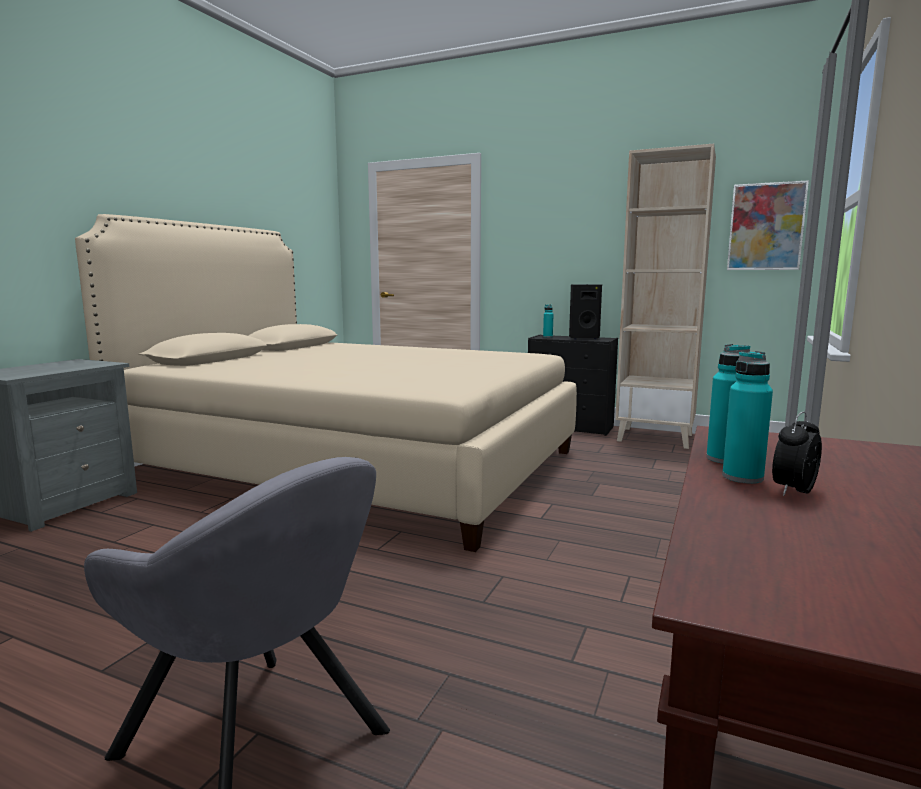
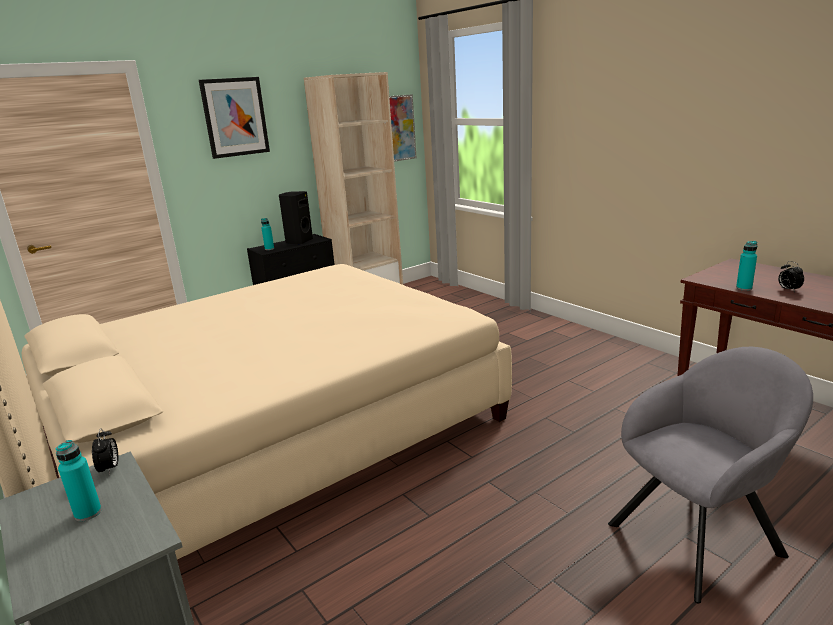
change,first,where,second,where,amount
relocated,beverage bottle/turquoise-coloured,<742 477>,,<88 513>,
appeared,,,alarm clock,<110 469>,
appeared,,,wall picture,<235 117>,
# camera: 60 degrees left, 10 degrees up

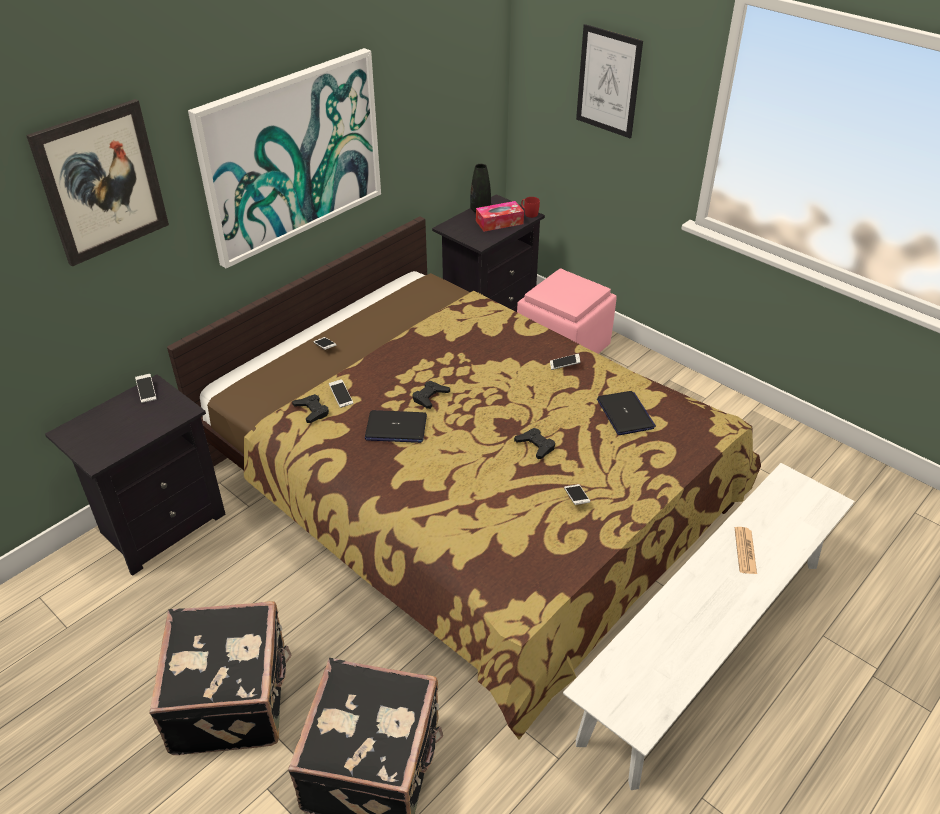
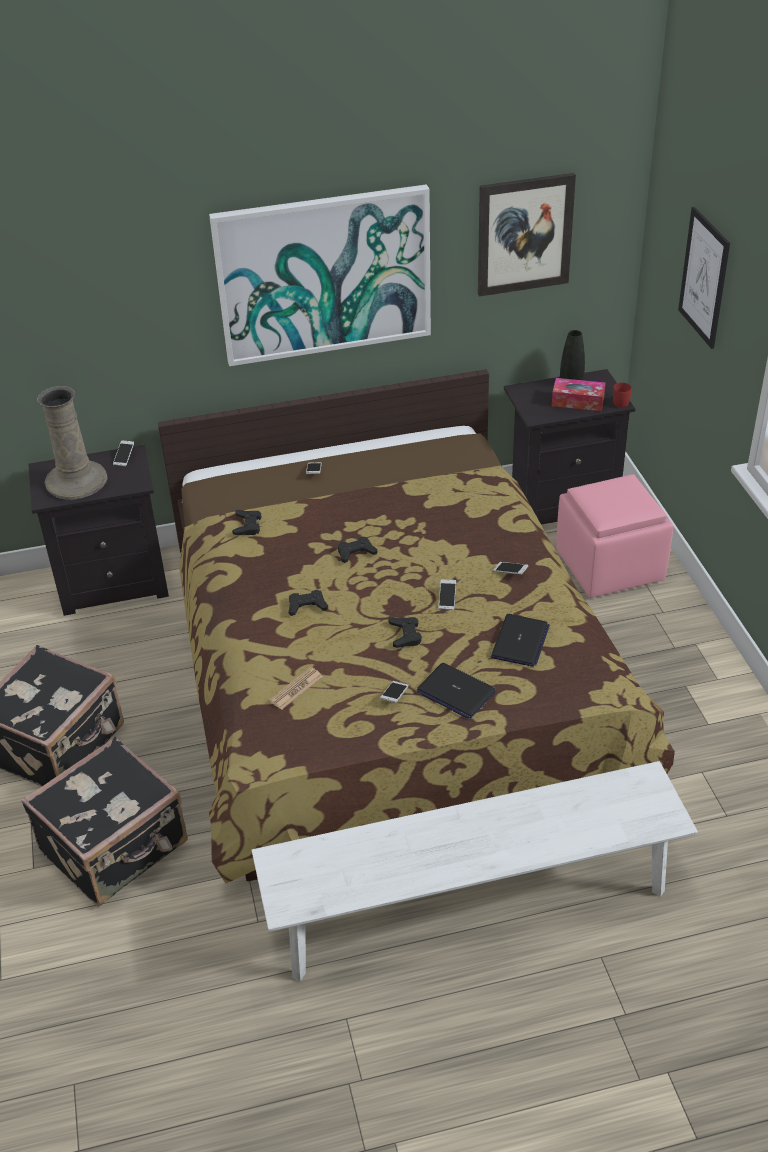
change,first,where,second,where,amount
appeared,,,decorative vase/sand-coloured,<77 481>,
relocated,printed paper,<745 551>,,<296 689>,
appeared,,,joypad/blackish,<307 606>,
relocated,portable computer,<396 428>,,<455 692>,
relocated,telephone,<341 397>,,<447 598>,
relocated,wall picture,<101 182>,,<524 234>,
# camera: 35 degrees right, 0 degrees up

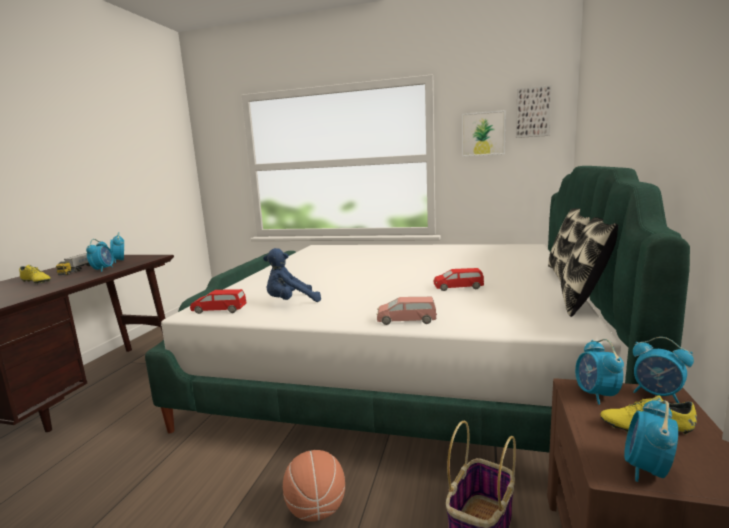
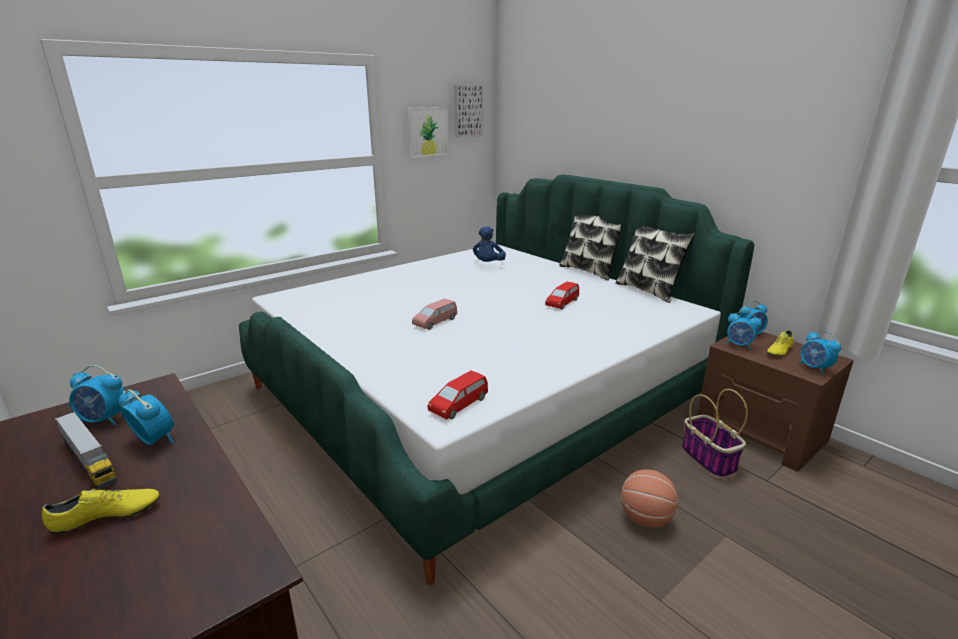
change,first,where,second,where,amount
relocated,toy car/pink-coloured,<406 320>,,<435 322>,
relocated,cuddly toy/blue-coloured,<290 302>,,<488 265>,
# camera: 55 degrees left, 10 degrees up

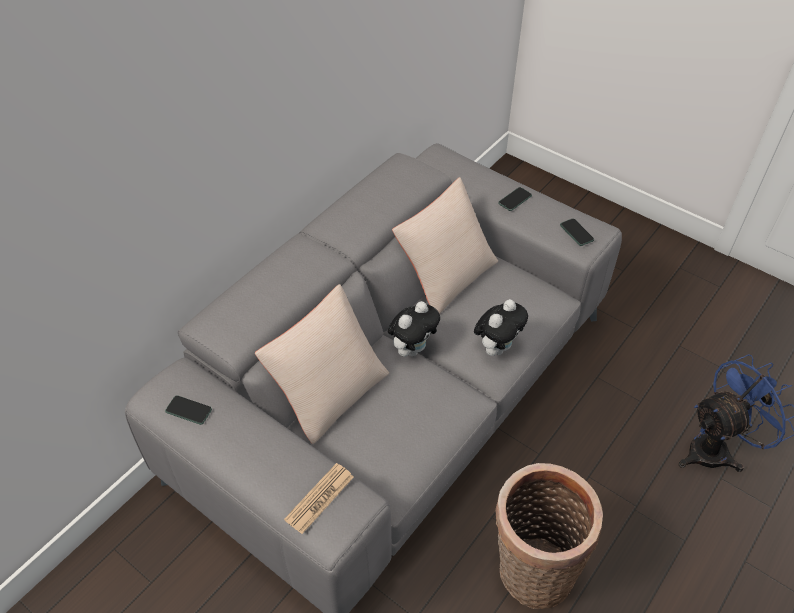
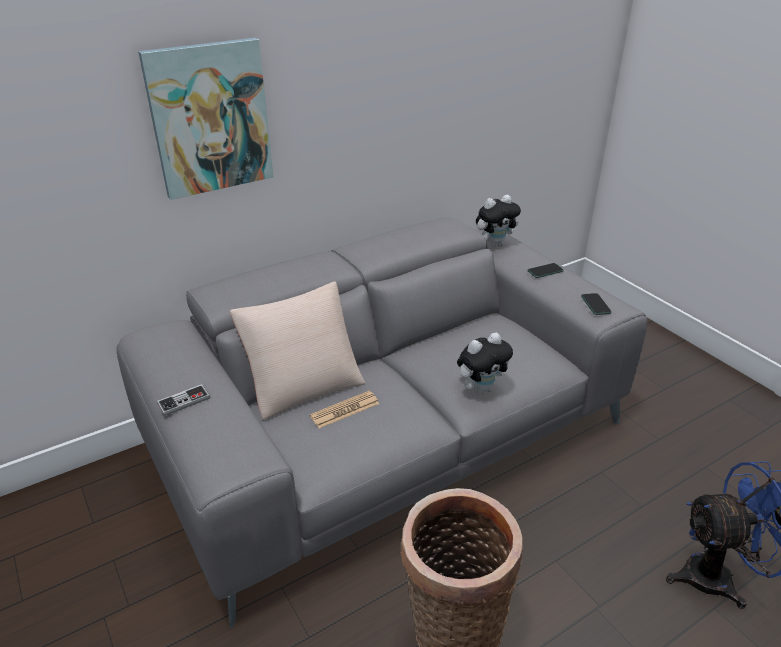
change,first,where,second,where,amount
appeared,,,wall picture,<210 118>,
appeared,,,joypad,<184 401>,
relocated,printed paper,<319 498>,,<345 410>,
relocated,cuddly toy,<413 348>,,<494 245>,
missing,telephone,<189 410>,,,
missing,cushion/sand-coloured,<446 274>,,,
# camera: 20 degrees right, 15 degrees down

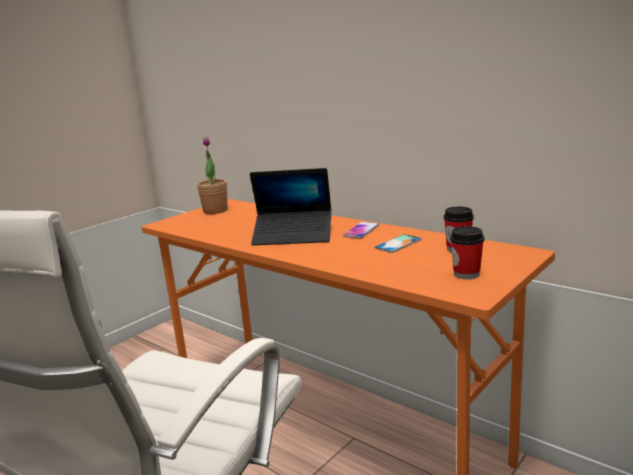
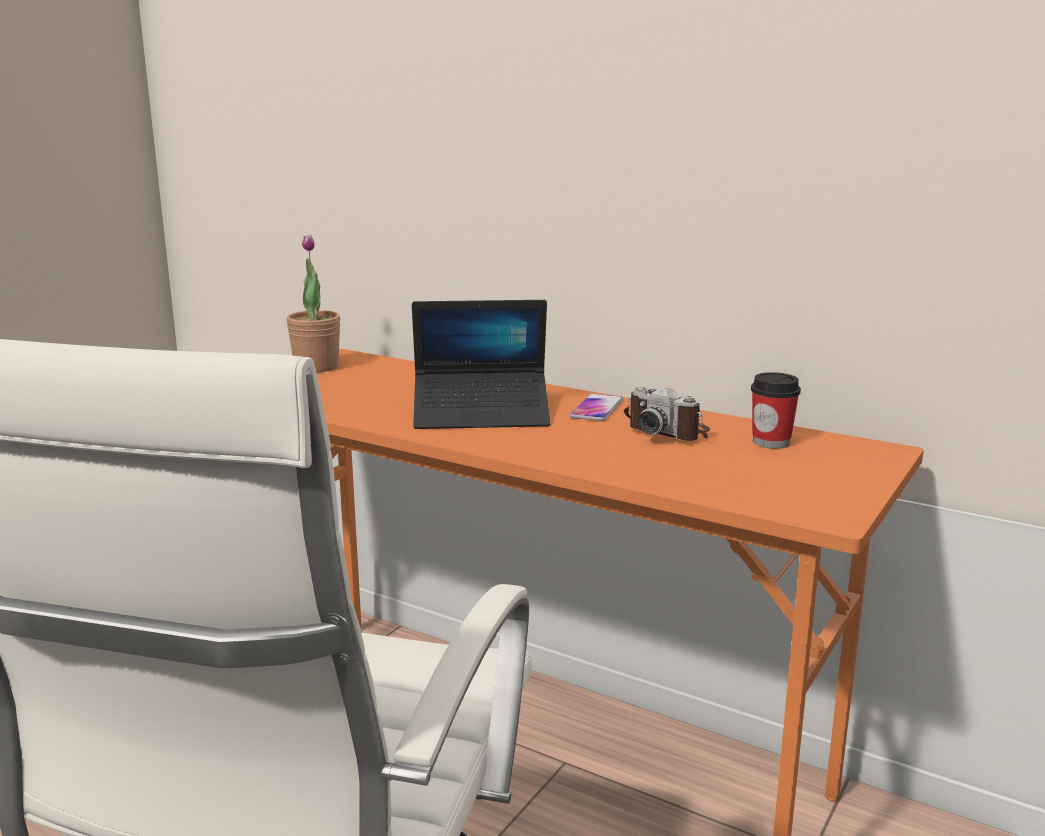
change,first,where,second,where,amount
exchanged,telephone,<398 243>,photo camera,<669 431>,
missing,cup,<466 274>,,,
# camera: 10 degrees left, 0 degrees up

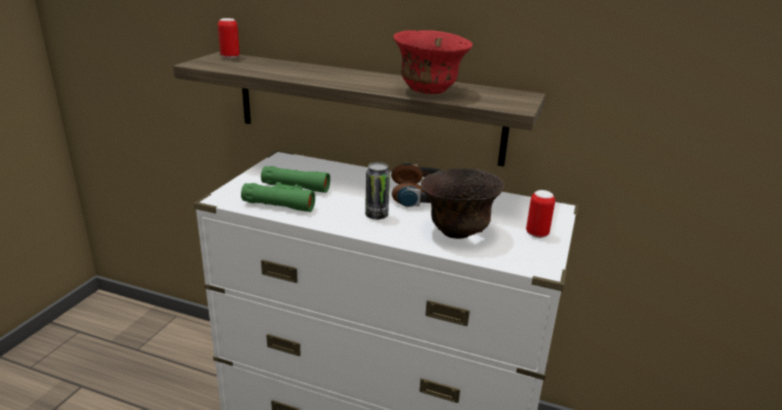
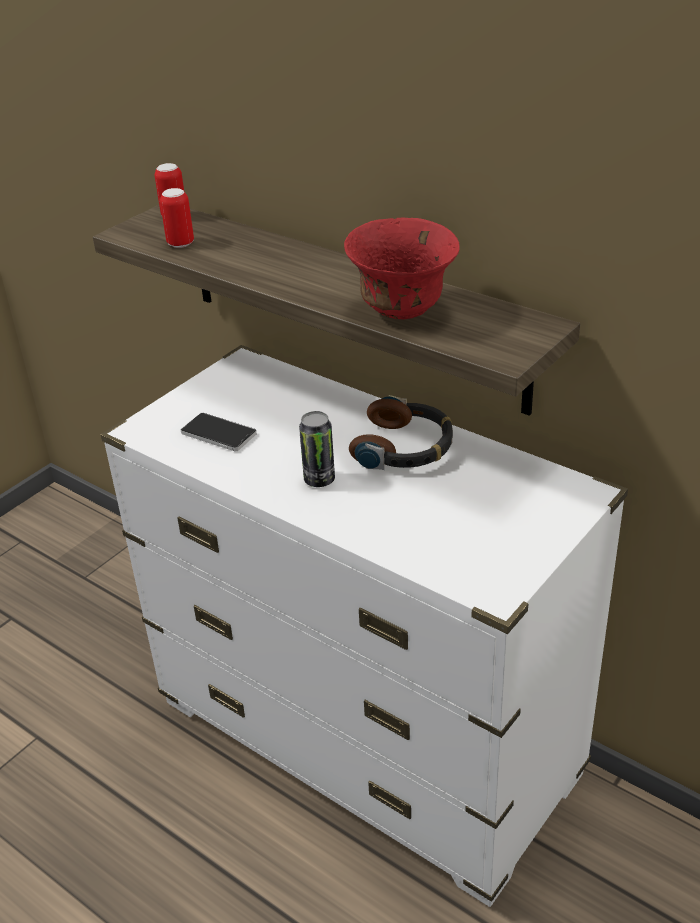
change,first,where,second,where,amount
relocated,sealed can,<537 234>,,<180 243>,
exchanged,field glasses/green,<287 196>,telephone,<219 434>,
missing,deep dish/brown-coloured,<457 232>,,,
# camera: 20 degrees right, 10 degrees up

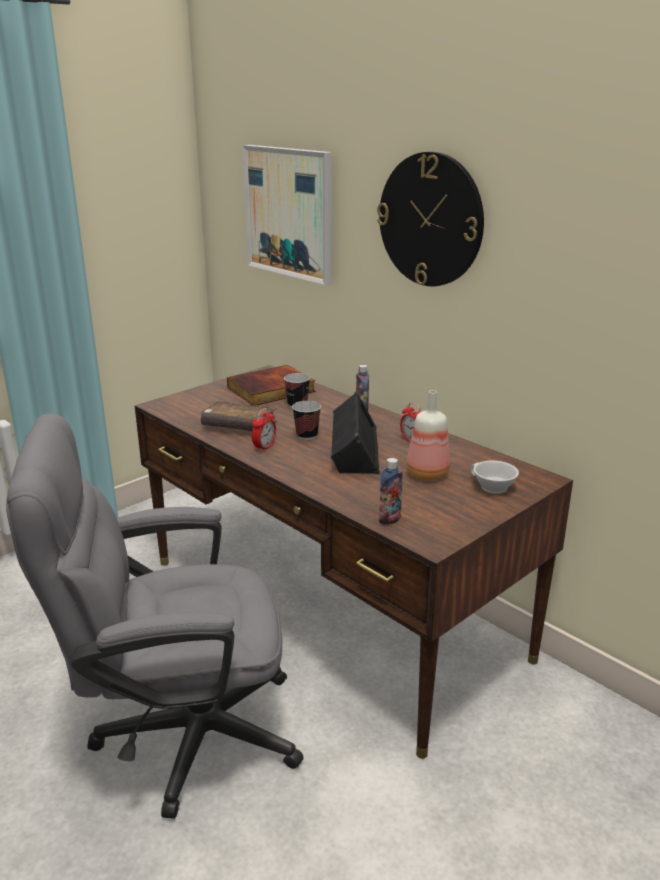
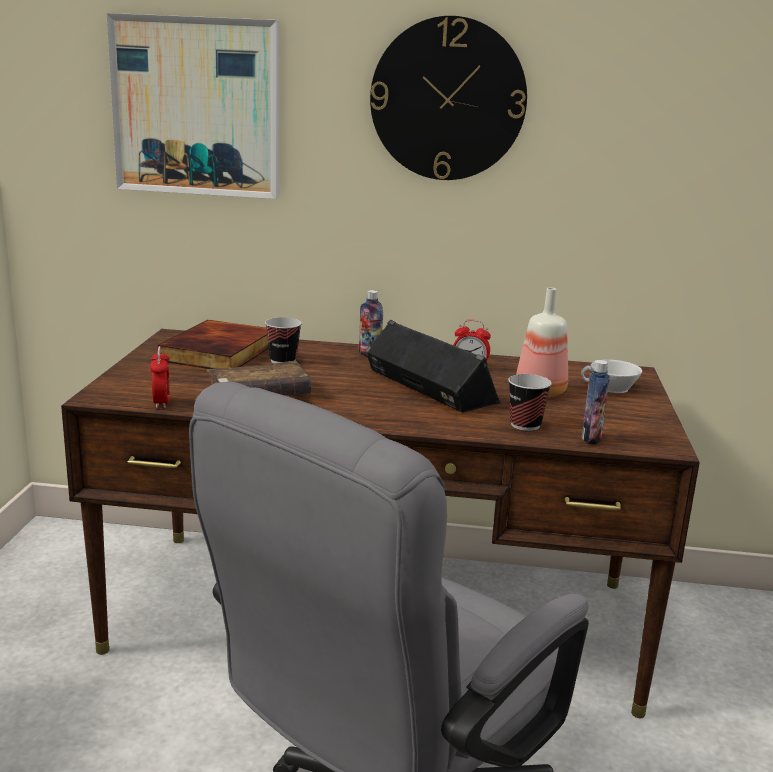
change,first,where,second,where,amount
relocated,alarm clock,<264 447>,,<161 403>,
relocated,cup,<307 435>,,<525 425>,
# camera: 40 degrees left, 5 degrees down

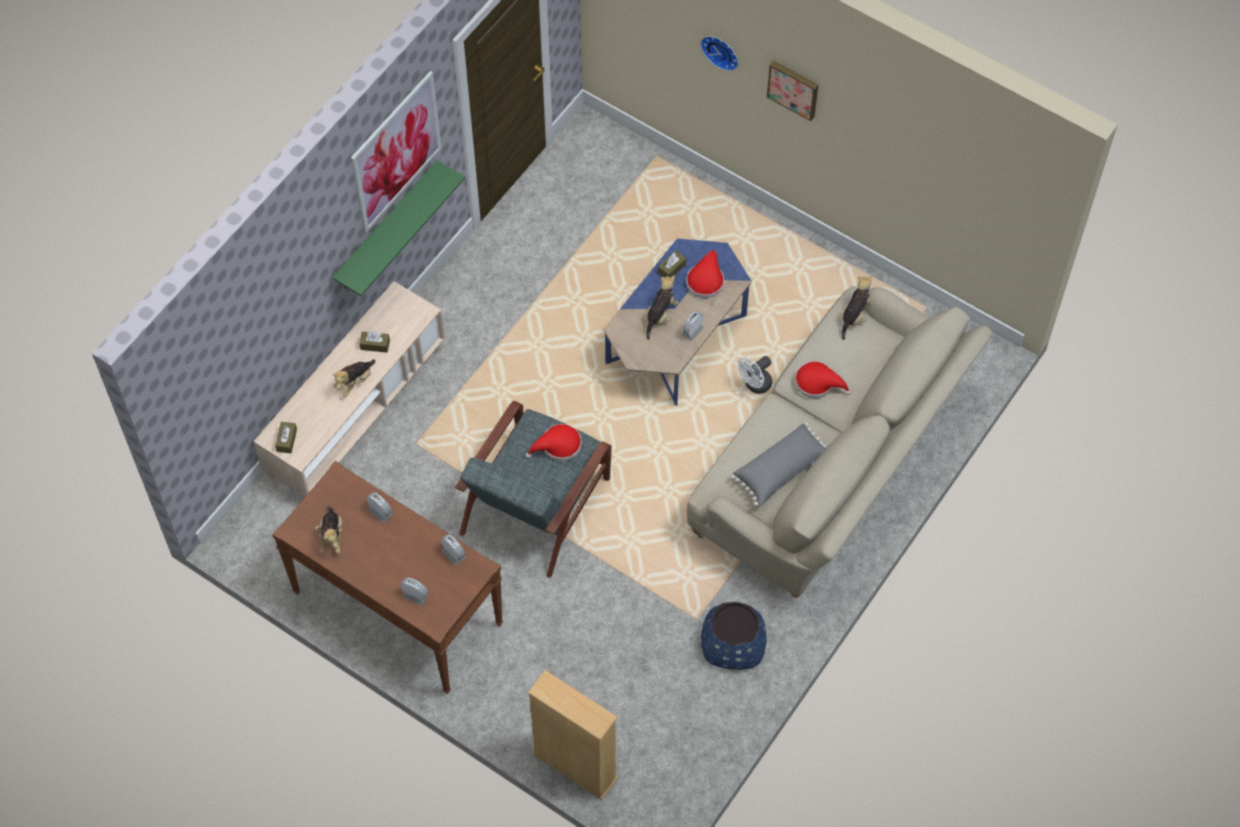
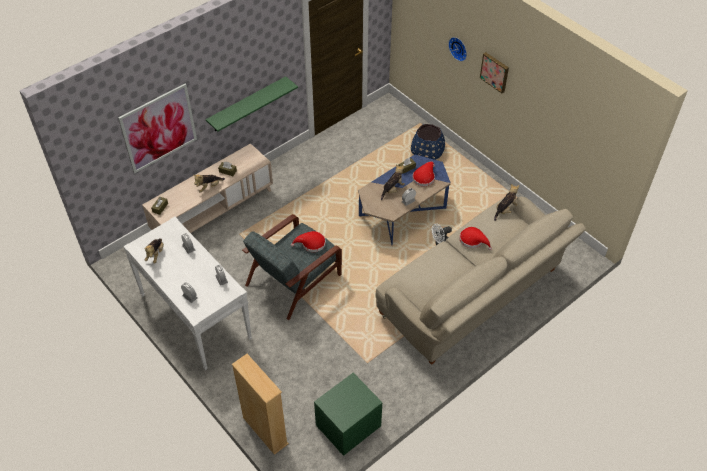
change,first,where,second,where,amount
relocated,wall picture,<396 151>,,<159 128>,
colour,hall table/brown-coloured,<396 608>,hall table/whitish,<195 316>,
appeared,,,nightstand/green,<348 426>,
relocated,plant pot/blue-coloured,<733 642>,,<427 149>,
missing,cushion/grey,<781 470>,,,
# camera: 15 degrees right, 10 degrees down

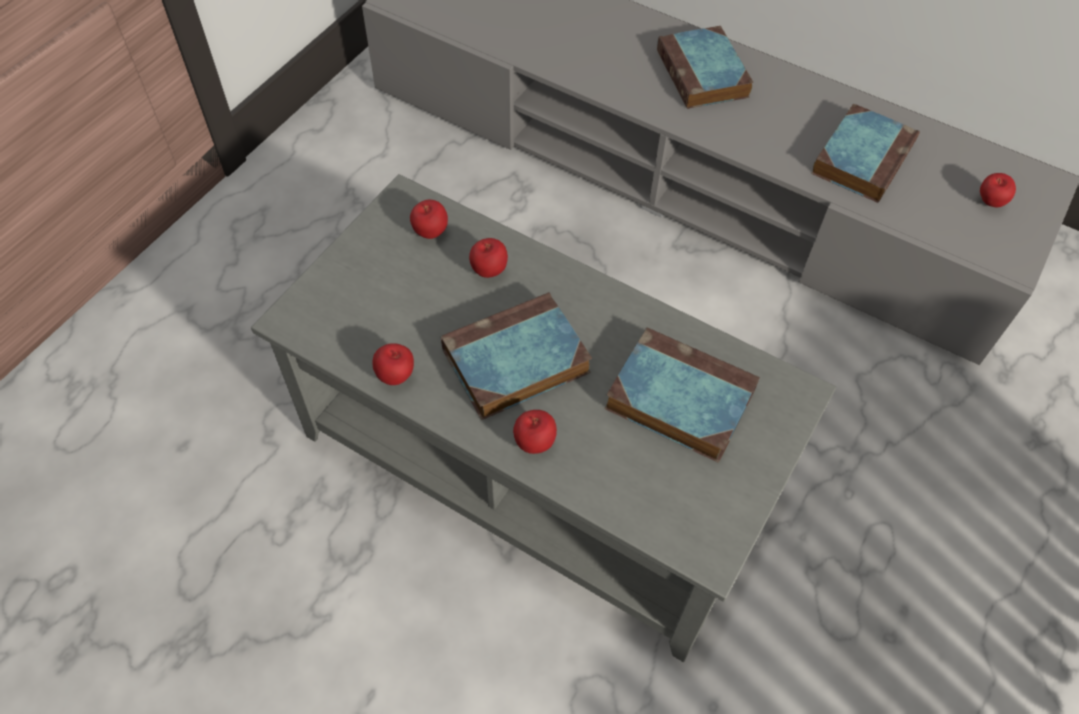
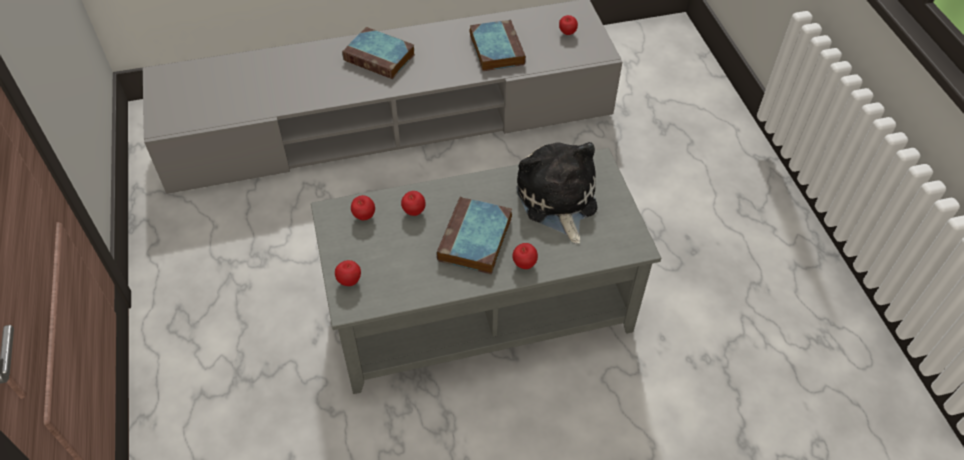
change,first,where,second,where,amount
relocated,whole apple,<396 376>,,<349 281>,
exchanged,volume,<676 399>,cuddly toy,<557 201>,
# camera: 45 degrees left, 5 degrees down

